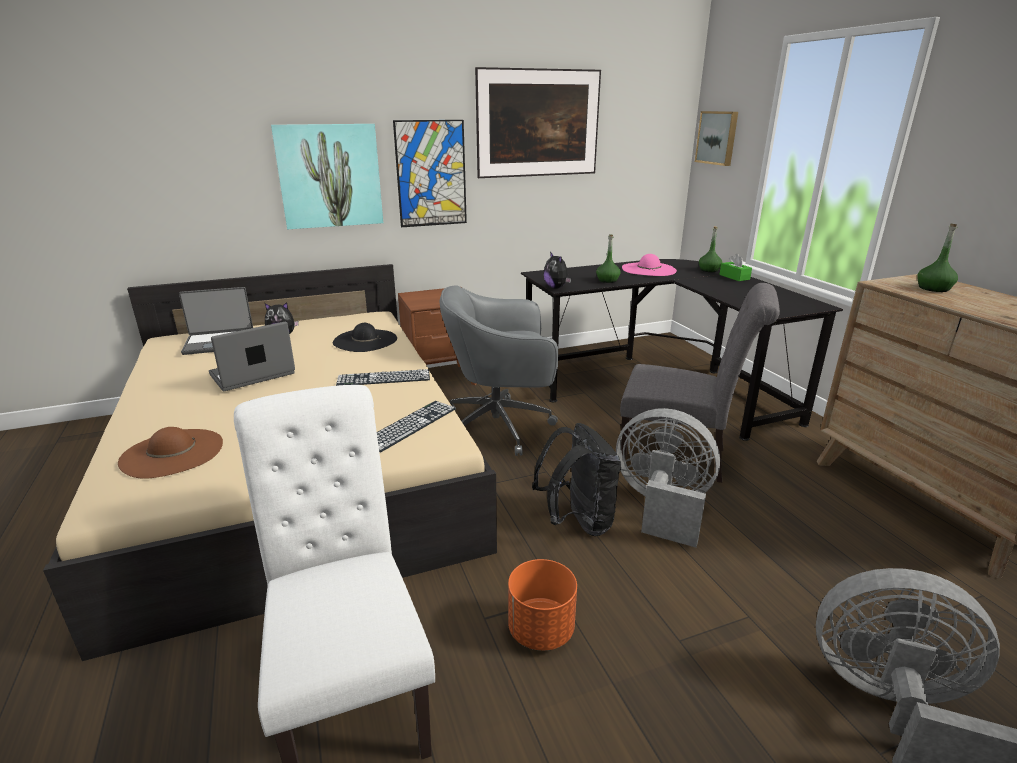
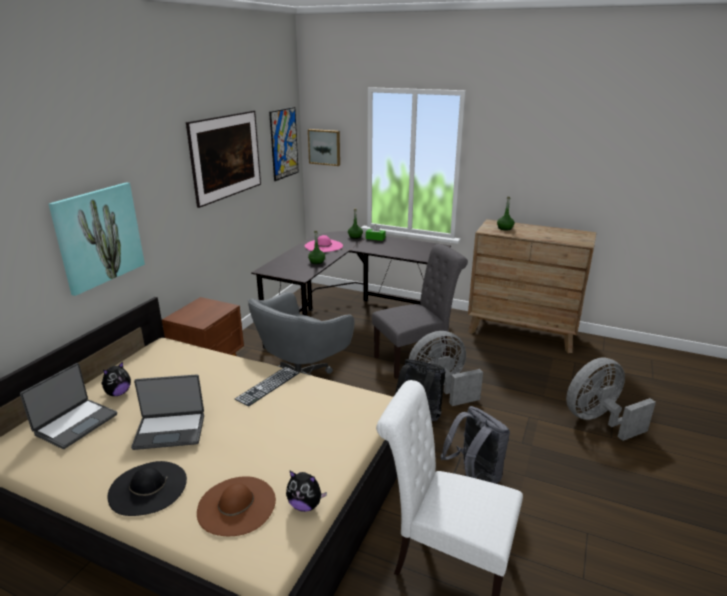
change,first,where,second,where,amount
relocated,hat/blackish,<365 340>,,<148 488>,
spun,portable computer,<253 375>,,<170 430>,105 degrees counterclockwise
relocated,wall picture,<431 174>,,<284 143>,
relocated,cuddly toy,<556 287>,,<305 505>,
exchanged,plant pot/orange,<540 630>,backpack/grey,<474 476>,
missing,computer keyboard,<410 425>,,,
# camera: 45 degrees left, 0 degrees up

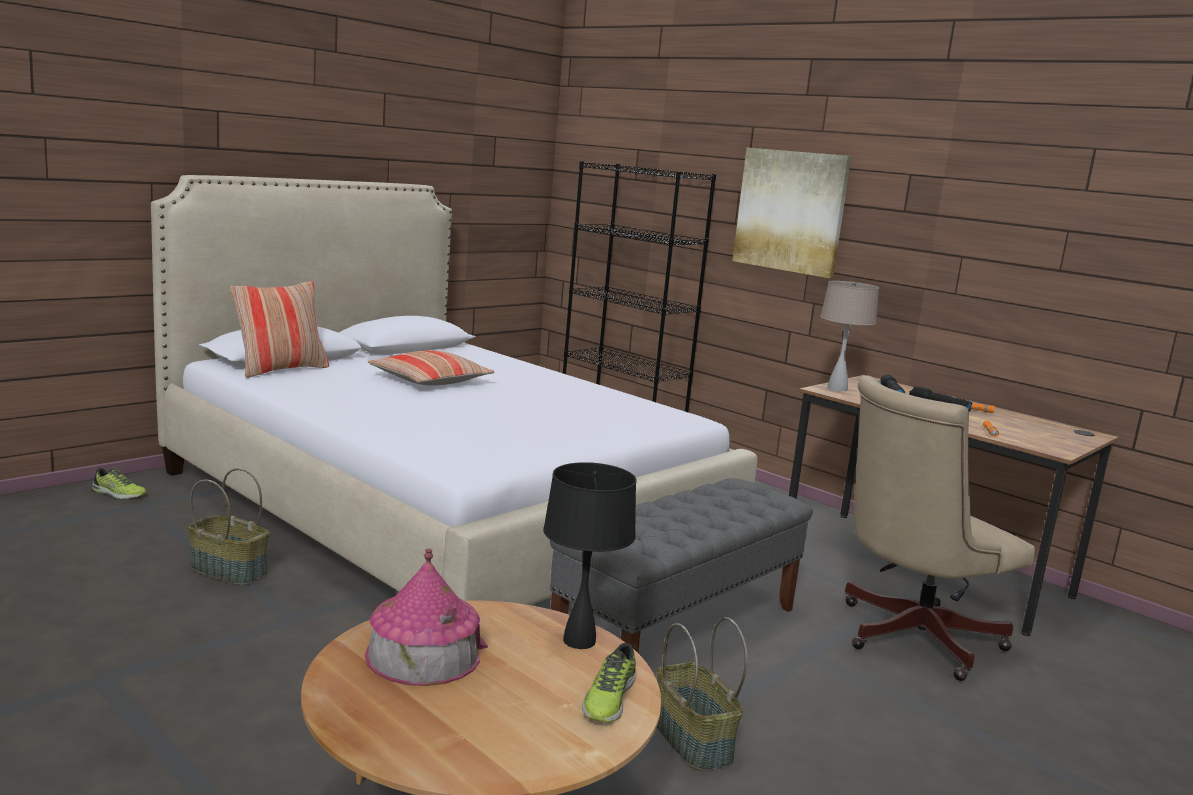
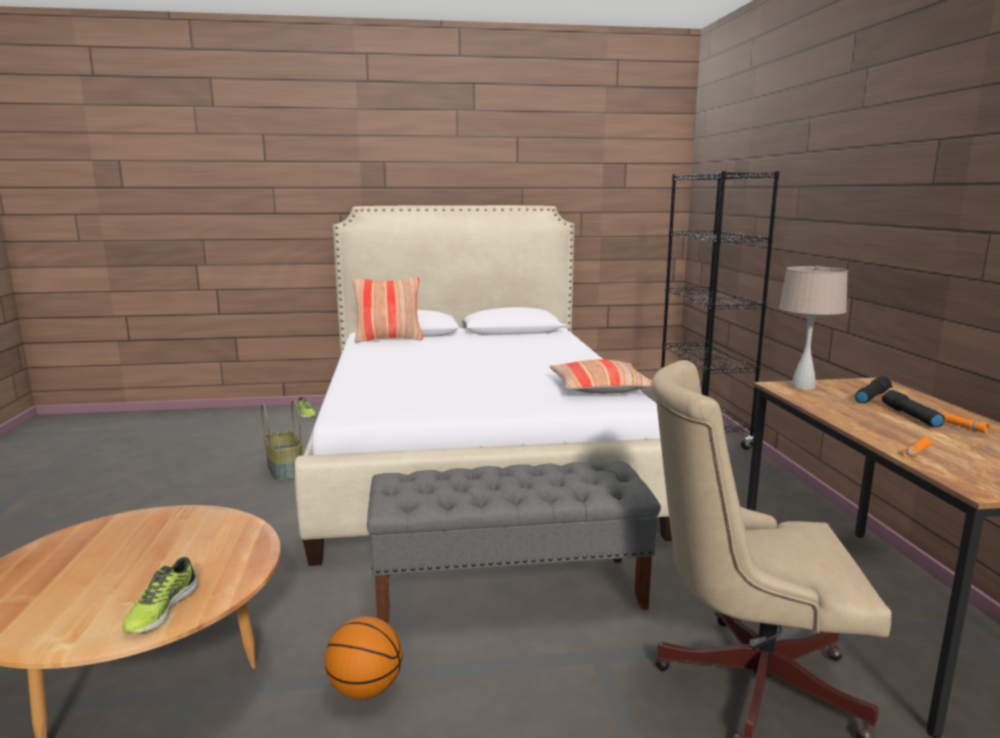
change,first,where,second,where,amount
spun,item of footwear,<608 699>,,<161 610>,45 degrees counterclockwise
exchanged,basket,<690 740>,basketball ball,<365 689>,
relocated,cushion,<430 380>,,<600 388>,
missing,miniature house,<423 654>,,,
missing,tabletop lamp/blackish,<578 641>,,,
missing,wall picture,<790 211>,,,
# camera: 40 degrees right, 0 degrees up

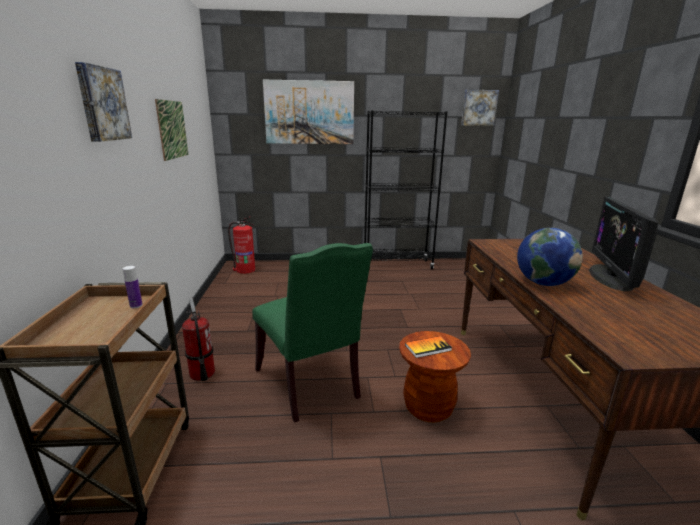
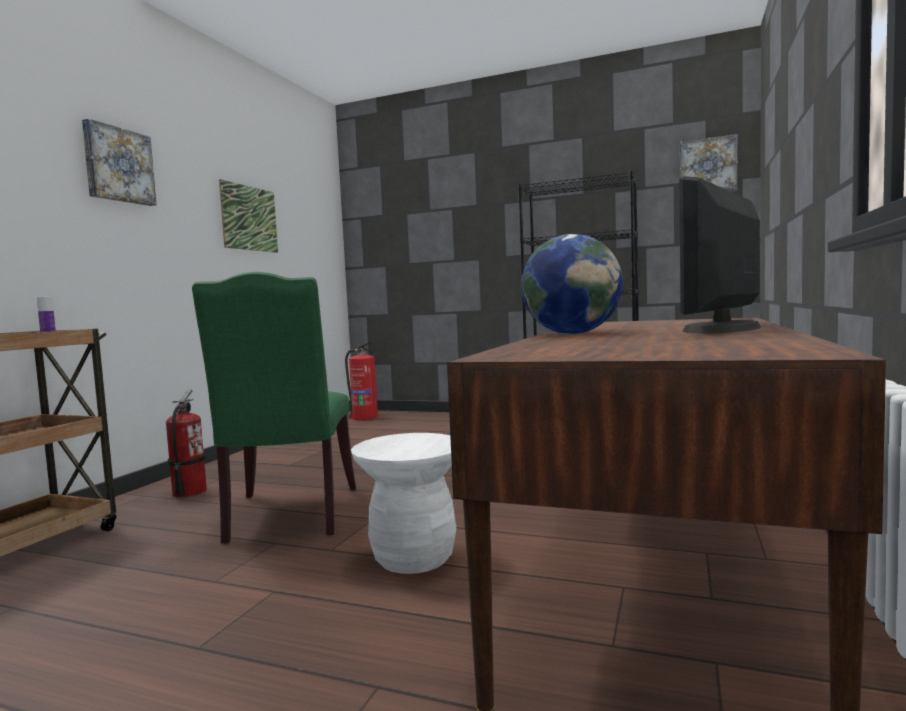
change,first,where,second,where,amount
colour,sitting stool/brown-coloured,<428 407>,sitting stool/whitish,<414 558>,
missing,wall picture,<309 112>,,,
missing,volume,<428 348>,,,
# camera: 25 degrees right, 15 degrees down

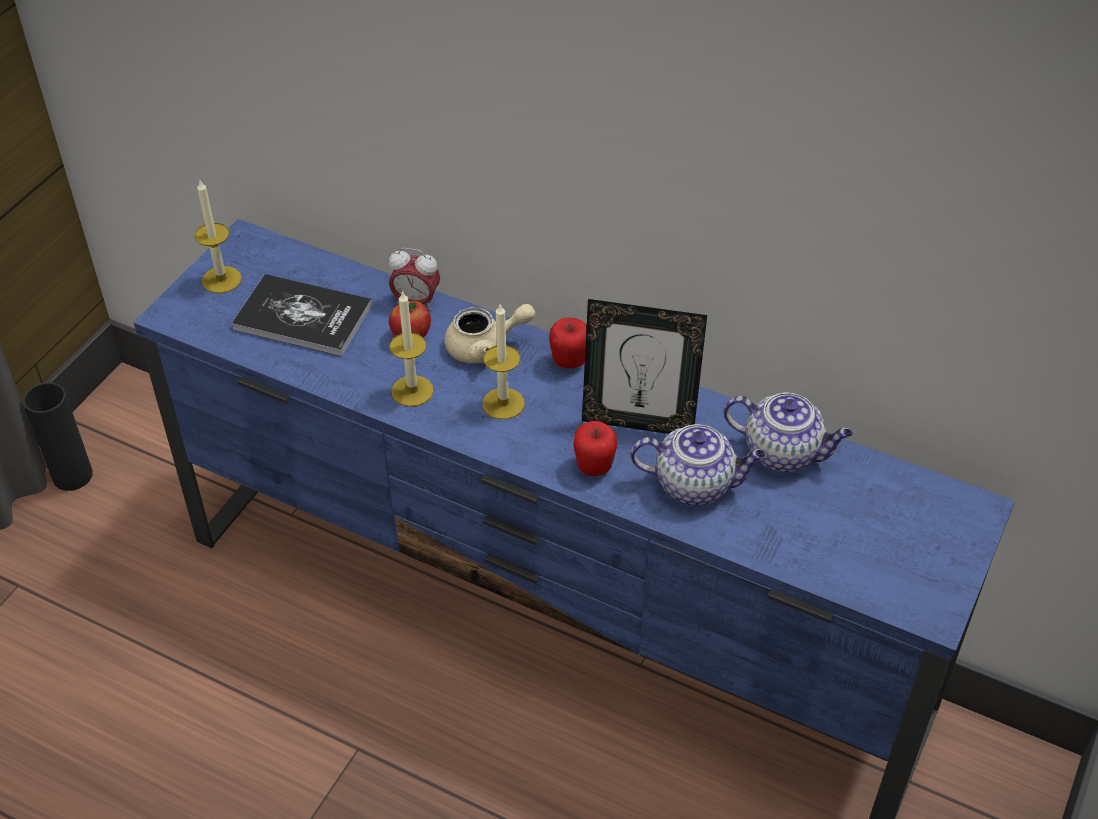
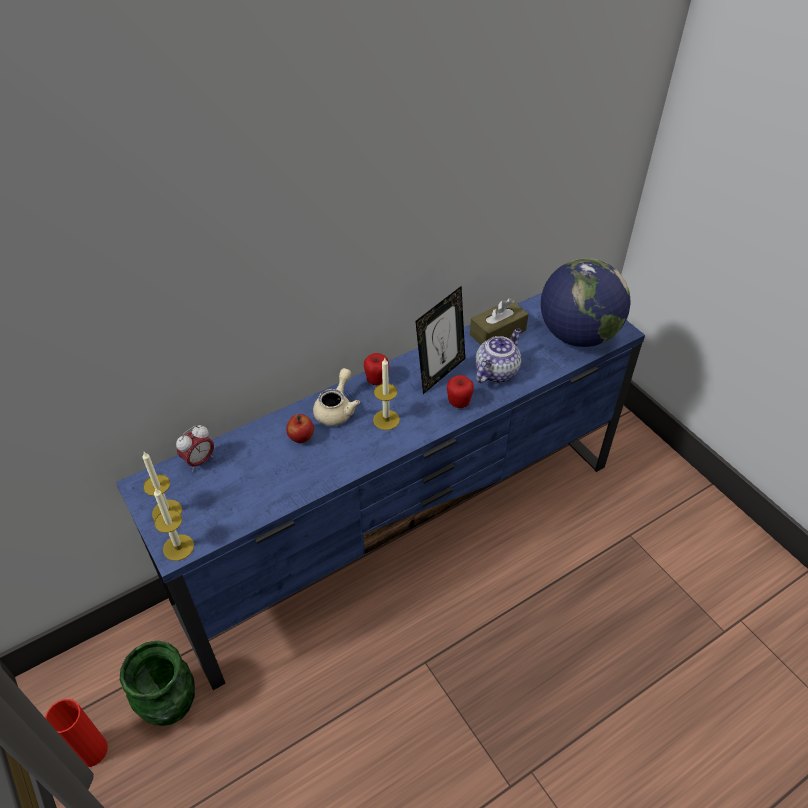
change,first,where,second,where,amount
colour,decorative vase/blackish,<72 476>,decorative vase/red,<91 751>,
appeared,,,decorative vase/green,<172 705>,
relocated,wax light,<412 391>,,<178 547>,
relocated,alarm clock,<416 302>,,<199 461>,
exchanged,tea pot,<784 452>,box of tissues/brown-coloured,<497 332>,
appeared,,,world globe,<577 335>,
missing,volume,<303 317>,,,
# camera: 60 degrees left, 0 degrees up

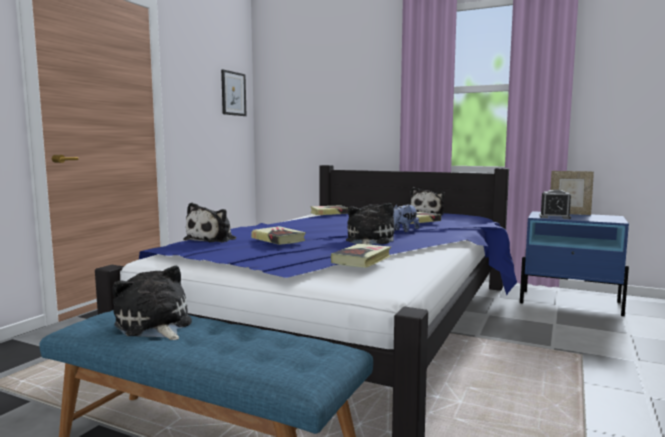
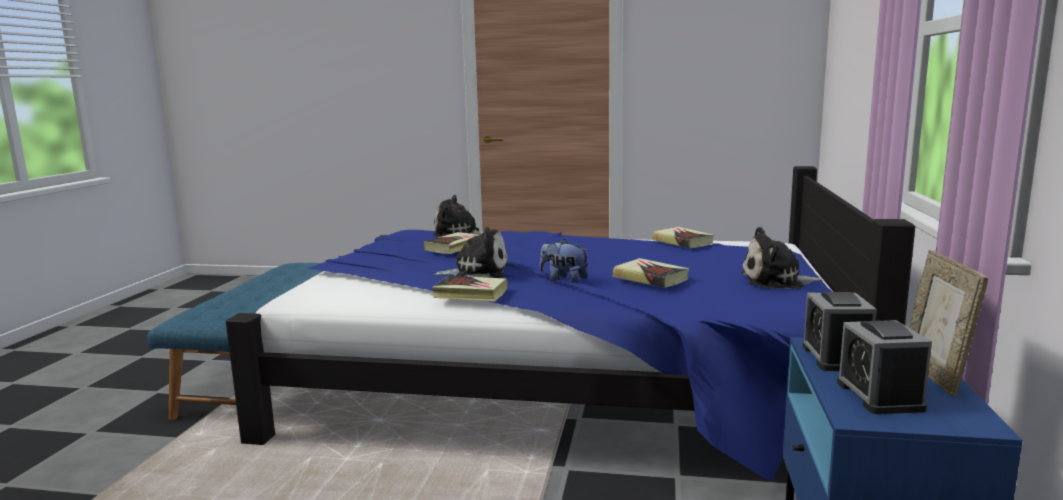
change,first,where,second,where,amount
relocated,volume,<362 260>,,<470 293>,
appeared,,,alarm clock,<879 396>,
missing,cuddly toy,<154 325>,,,
missing,wall picture,<233 93>,,,
# camera: 75 degrees right, 5 degrees up

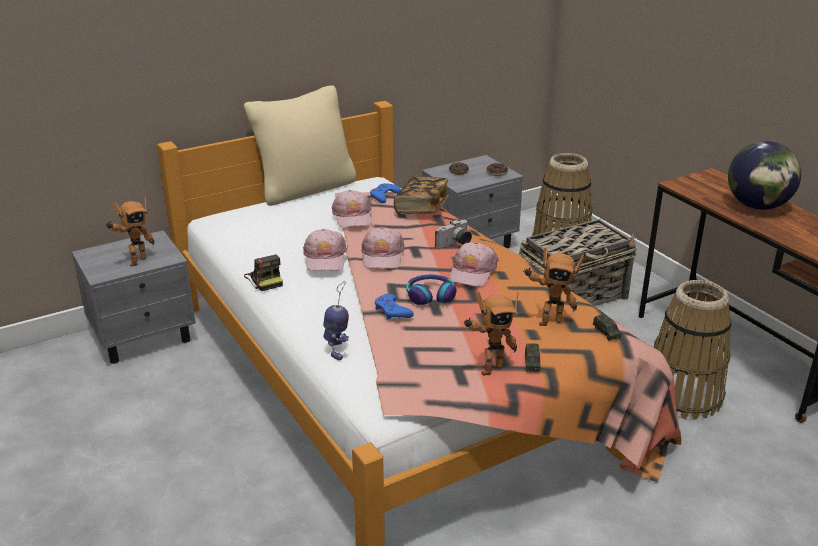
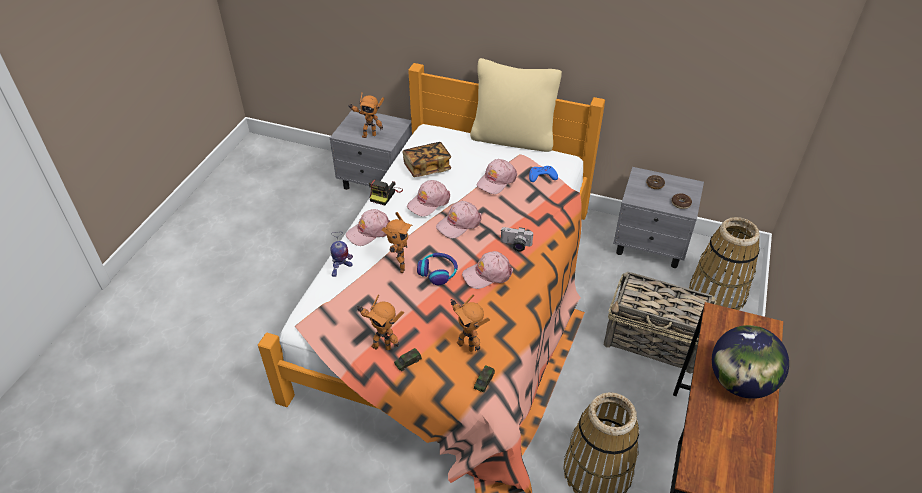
change,first,where,second,where,amount
appeared,,,peaked cap/pink-coloured,<369 231>,
exchanged,joypad/blue-coloured,<392 311>,toy robot,<399 266>,
relocated,volume,<421 208>,,<427 167>,
# camera: 50 degrees right, 15 degrees up

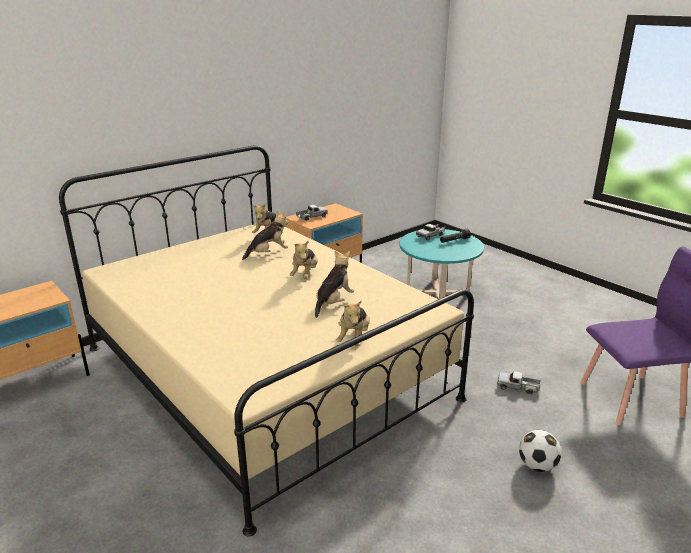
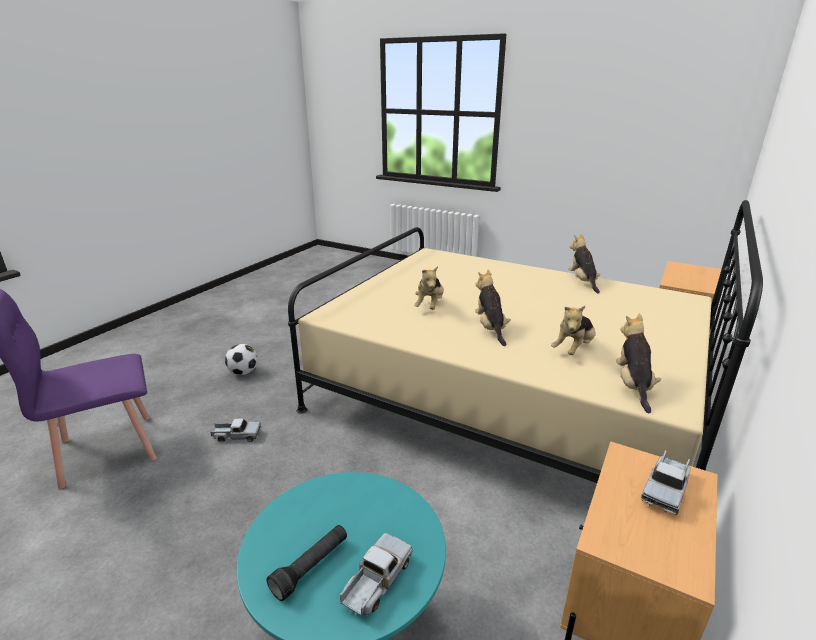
change,first,where,second,where,amount
relocated,cuddly toy,<354 338>,,<582 282>,
# camera: 160 degrees right, 0 degrees up

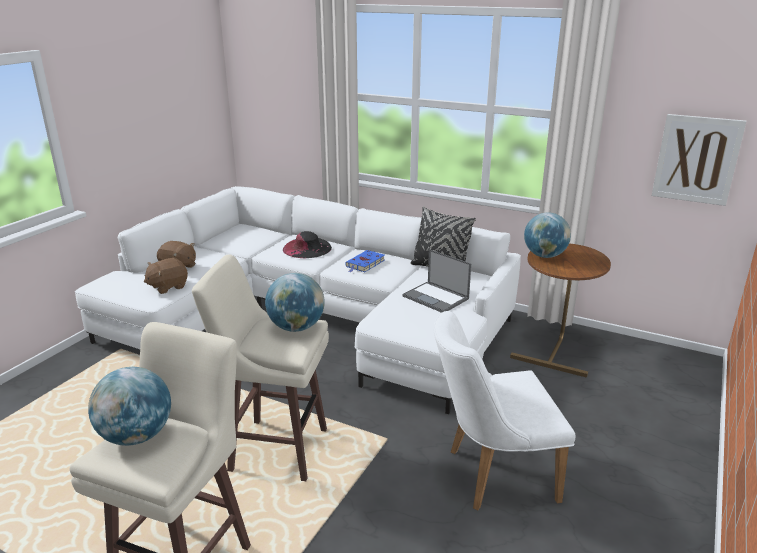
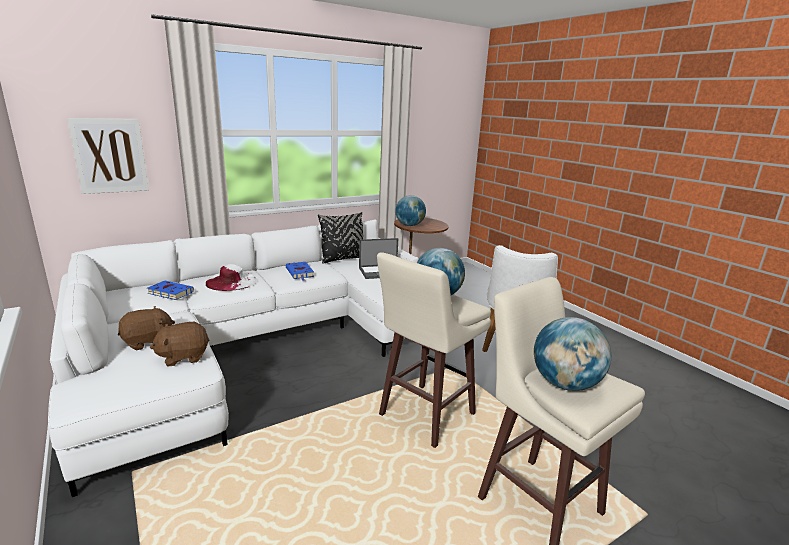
change,first,where,second,where,amount
relocated,wall picture,<696 159>,,<110 156>,
appeared,,,volume/blue-coloured,<169 292>,
spun,cuddly toy/brown-coloured,<168 287>,,<183 356>,75 degrees clockwise
colour,hat/blackish,<307 248>,hat/whitish,<231 281>,
# camera: 60 degrees left, 5 degrees down

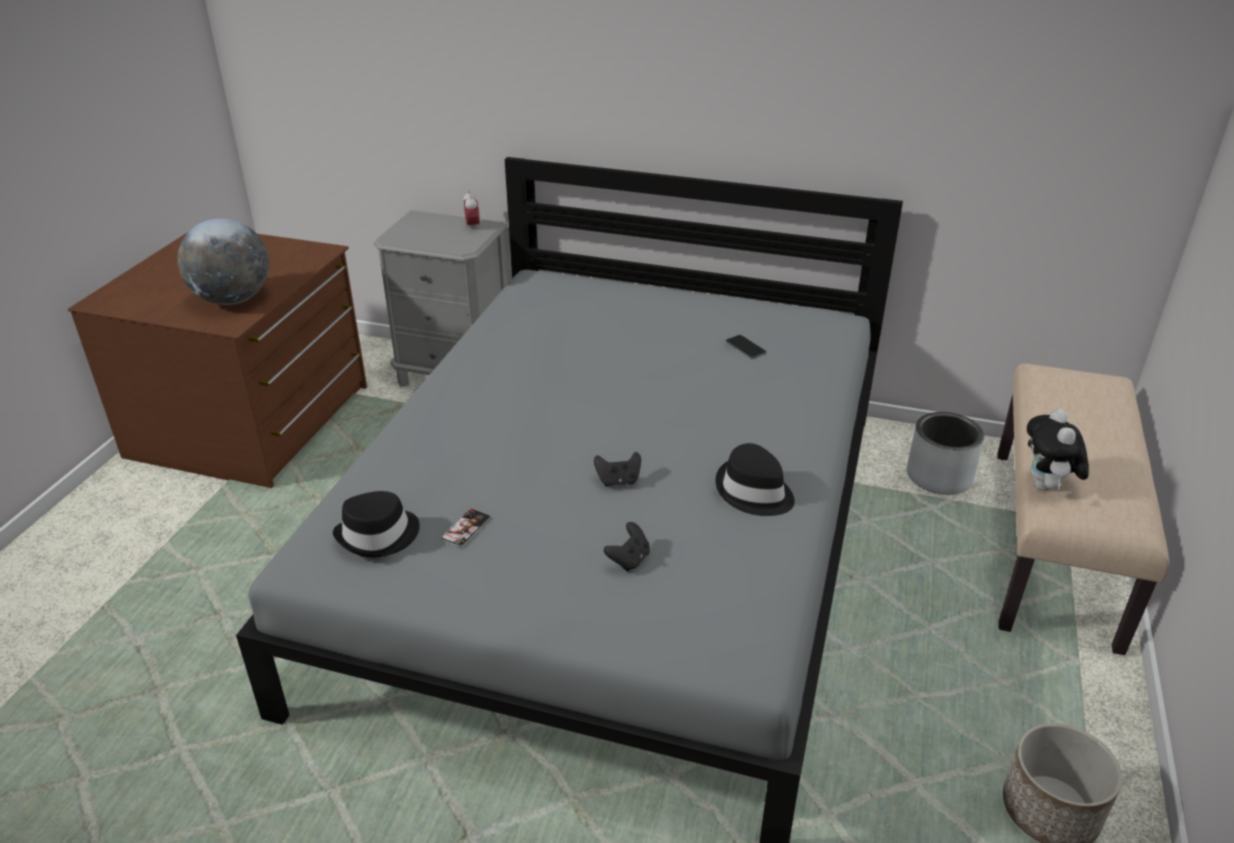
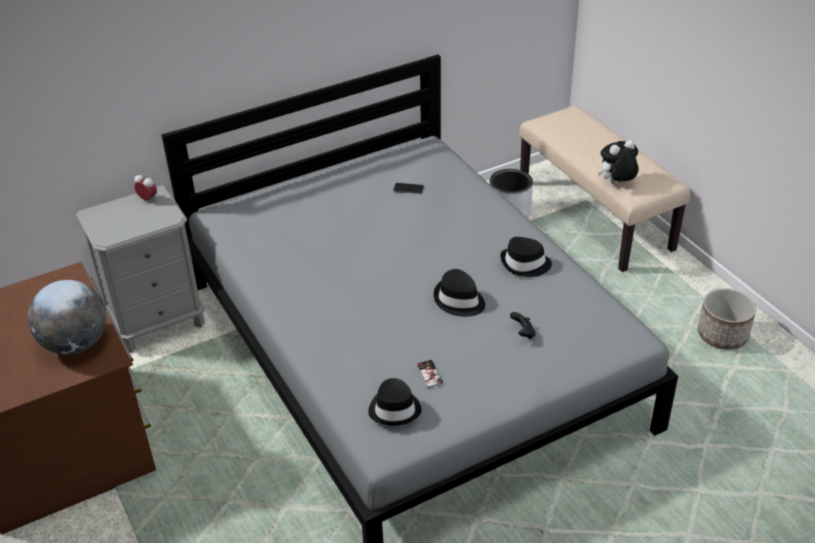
change,first,where,second,where,amount
exchanged,joypad/blackish,<618 481>,hat/blackish,<459 300>,
spun,cuddly toy,<1046 487>,,<616 184>,105 degrees clockwise
# camera: 45 degrees left, 5 degrees up

